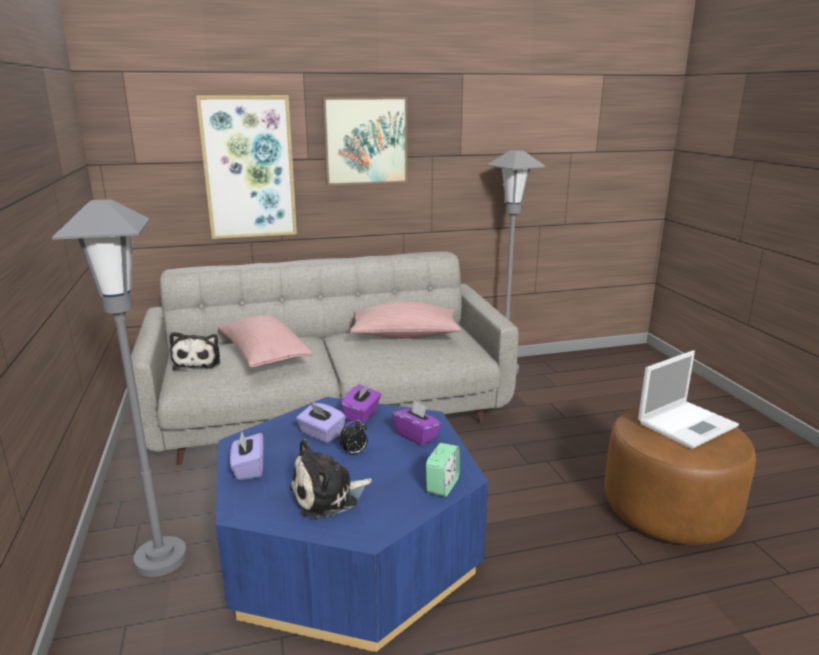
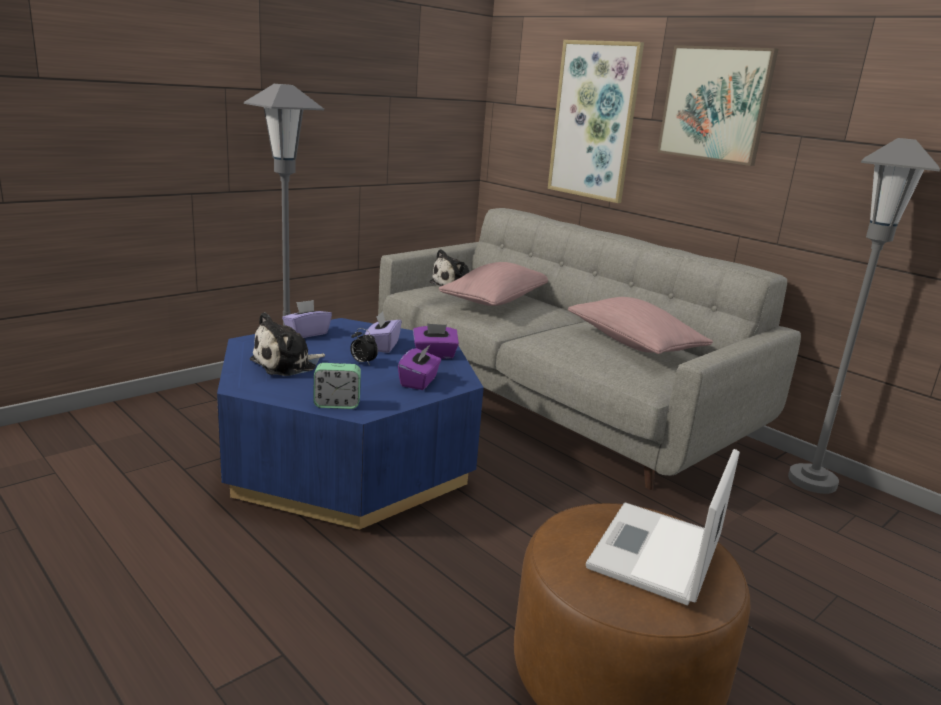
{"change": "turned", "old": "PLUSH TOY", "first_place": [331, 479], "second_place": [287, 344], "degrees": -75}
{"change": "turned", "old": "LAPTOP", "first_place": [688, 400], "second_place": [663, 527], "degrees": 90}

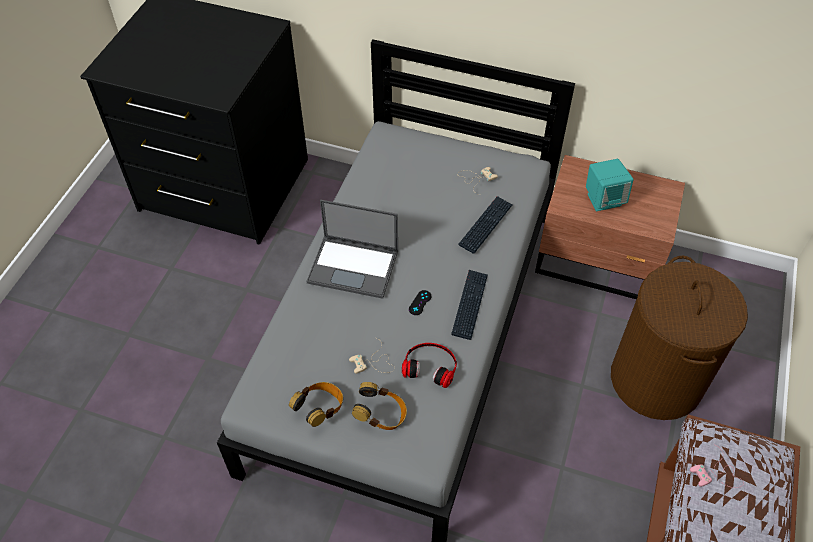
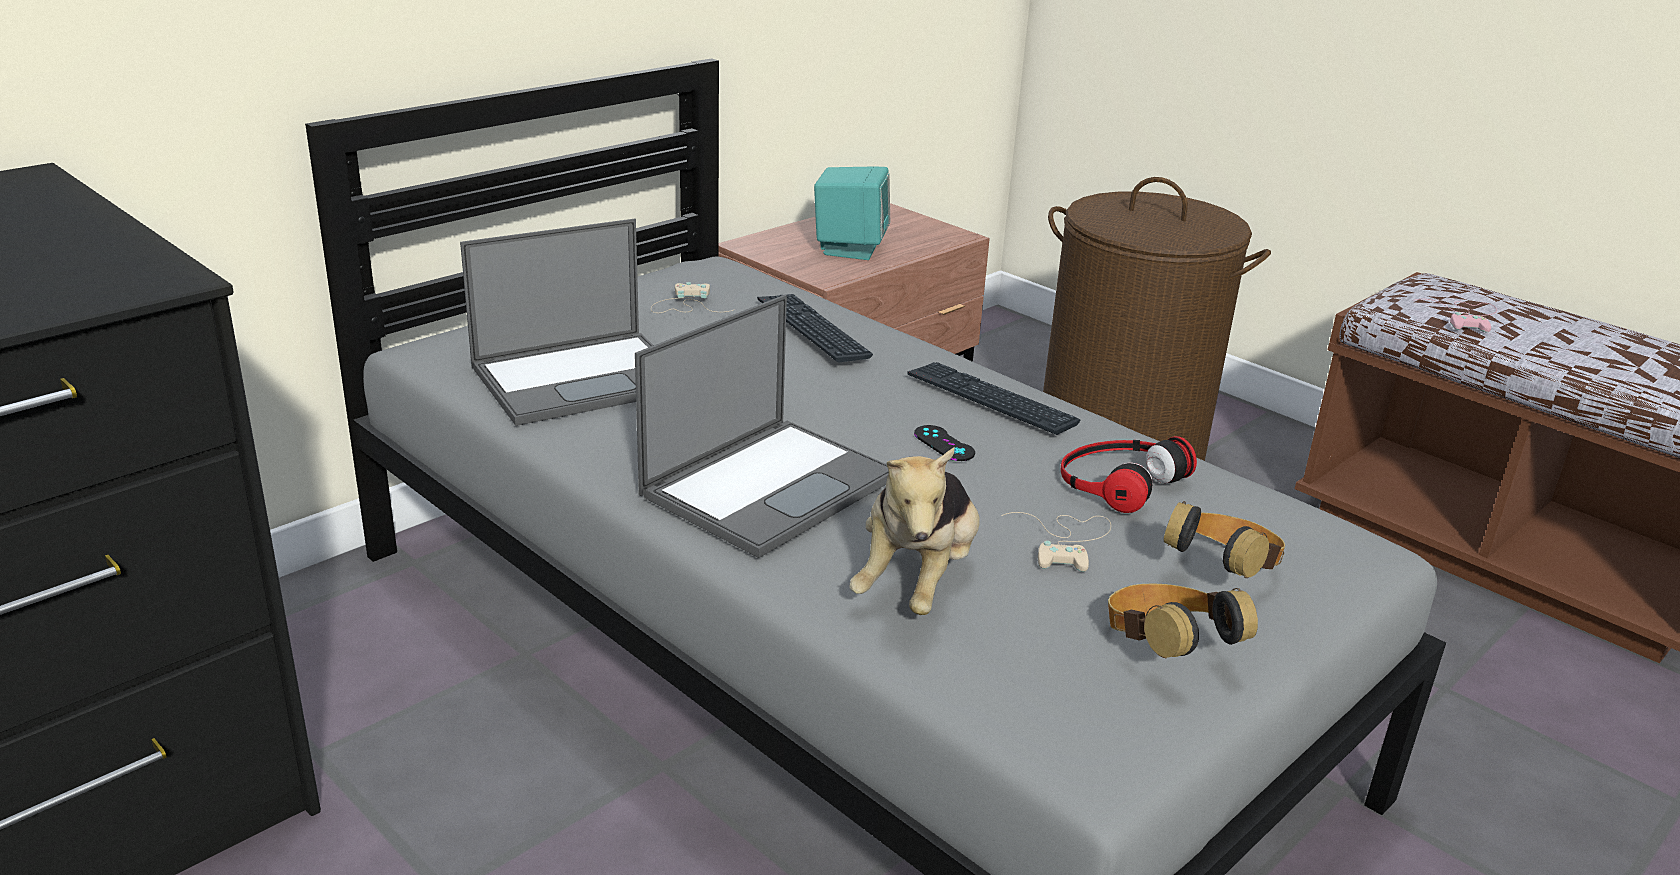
{"change": "added", "new": "LAPTOP", "second_place": [557, 322]}
{"change": "added", "new": "PLUSH TOY", "second_place": [914, 531]}

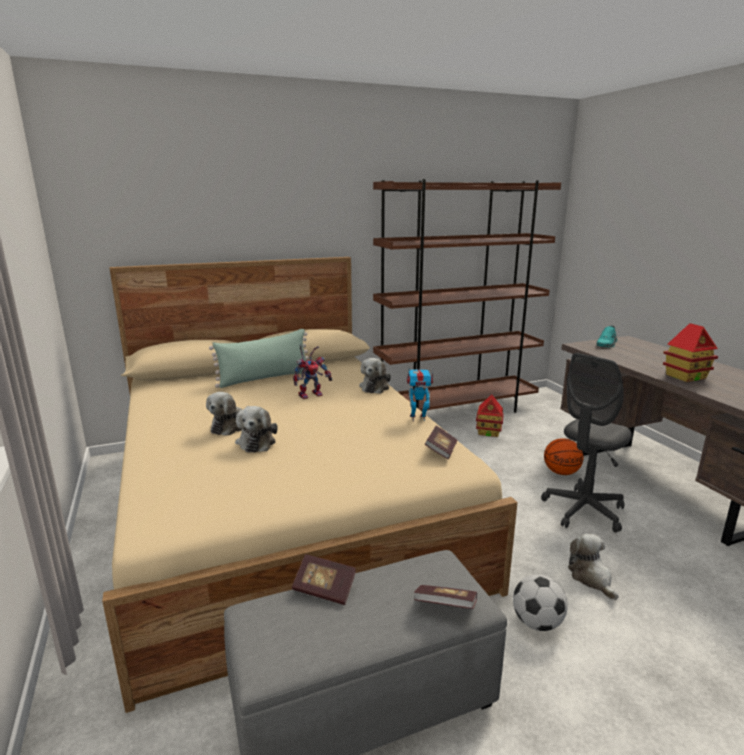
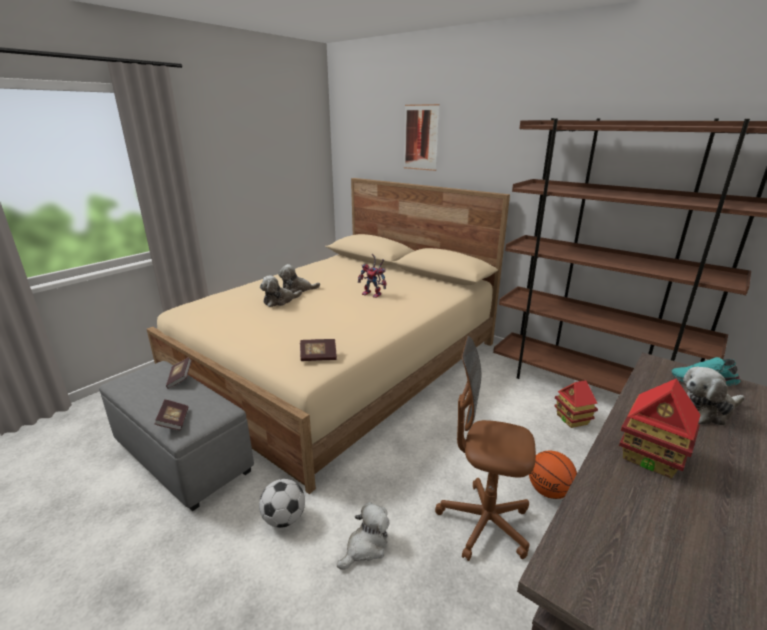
{"change": "added", "new": "PICTURE", "second_place": [421, 137]}
{"change": "recoloured", "old": "GREY OFFICE CHAIR", "new": "BROWN OFFICE CHAIR", "first_place": [586, 443], "second_place": [485, 448]}
{"change": "moved", "old": "PLUSH TOY", "first_place": [375, 376], "second_place": [714, 395]}
{"change": "removed", "old": "GREEN PILLOW", "first_place": [259, 358]}
{"change": "removed", "old": "TOY ROBOT", "first_place": [420, 395]}

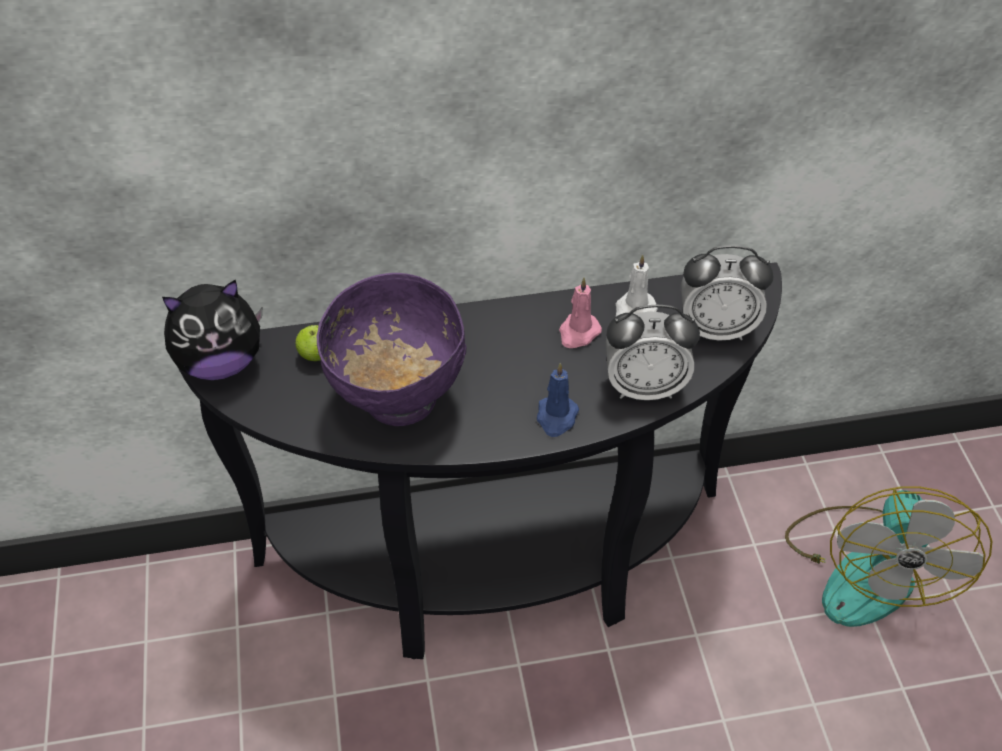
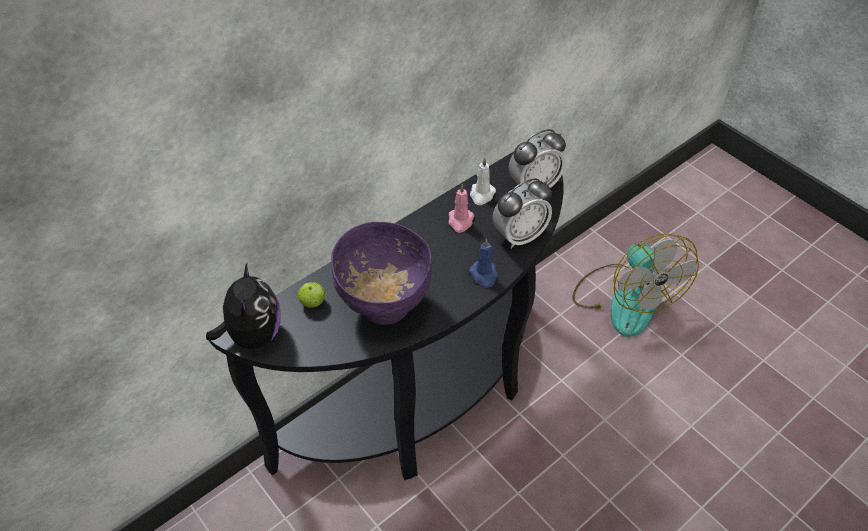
{"change": "turned", "old": "PLUSH TOY", "first_place": [212, 329], "second_place": [243, 306], "degrees": -45}

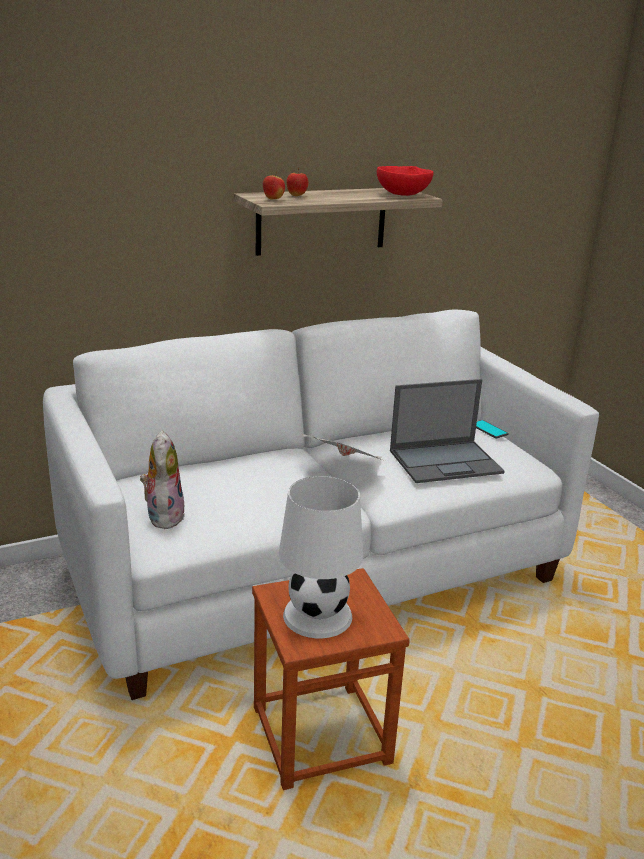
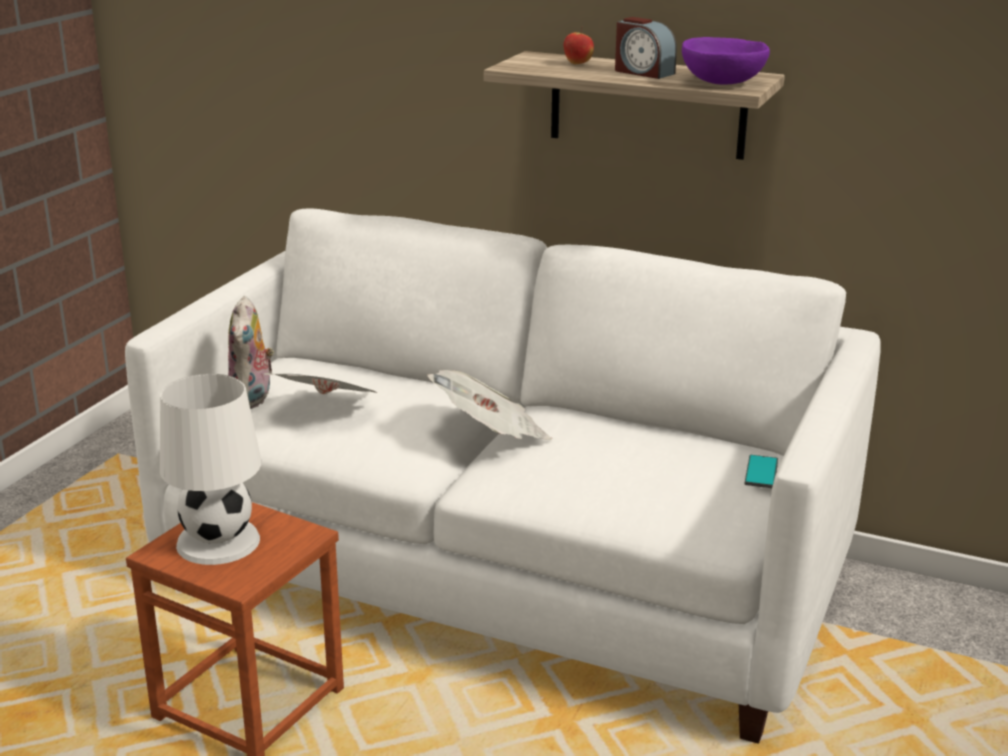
{"change": "turned", "old": "PLUSH TOY", "first_place": [162, 479], "second_place": [251, 352], "degrees": 135}
{"change": "added", "new": "NEWSPAPER", "second_place": [320, 383]}
{"change": "added", "new": "ALARM CLOCK", "second_place": [646, 48]}
{"change": "recoloured", "old": "RED BOWL", "new": "PURPLE BOWL", "first_place": [405, 181], "second_place": [726, 61]}
{"change": "removed", "old": "APPLE", "first_place": [274, 185]}
{"change": "removed", "old": "LAPTOP", "first_place": [447, 431]}

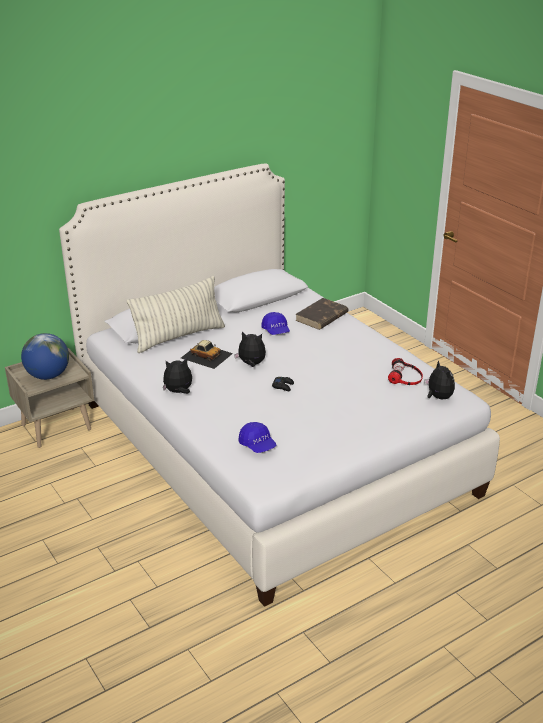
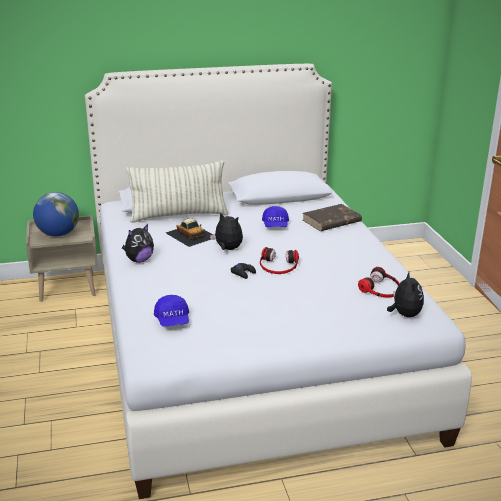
{"change": "turned", "old": "PLUSH TOY", "first_place": [177, 376], "second_place": [138, 243], "degrees": 135}
{"change": "added", "new": "HEADPHONES", "second_place": [279, 260]}

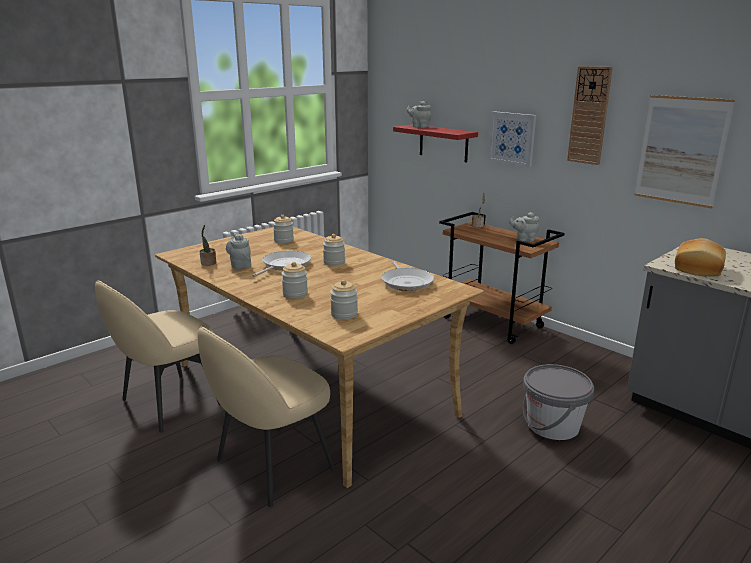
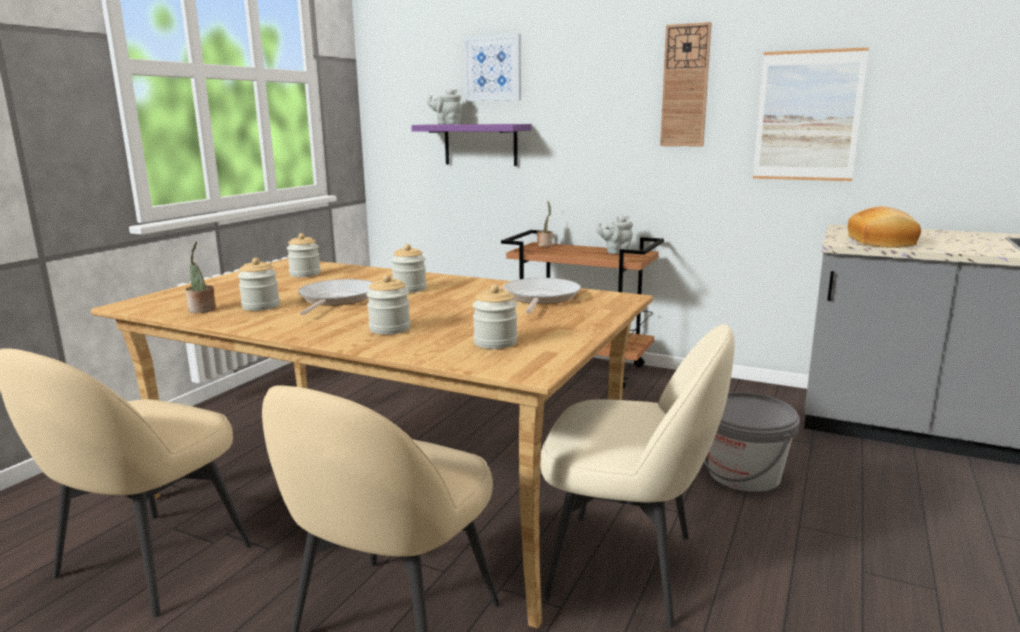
{"change": "replaced", "old": "GREY TEAPOT", "new": "JAR", "first_place": [238, 251], "second_place": [259, 284]}
{"change": "recoloured", "old": "RED SHELF", "new": "PURPLE SHELF", "first_place": [435, 143], "second_place": [471, 145]}
{"change": "moved", "old": "PICTURE", "first_place": [512, 139], "second_place": [492, 67]}
{"change": "turned", "old": "FRYING PAN", "first_place": [407, 275], "second_place": [542, 296], "degrees": -135}
{"change": "added", "new": "BEIGE CHAIR", "second_place": [637, 476]}

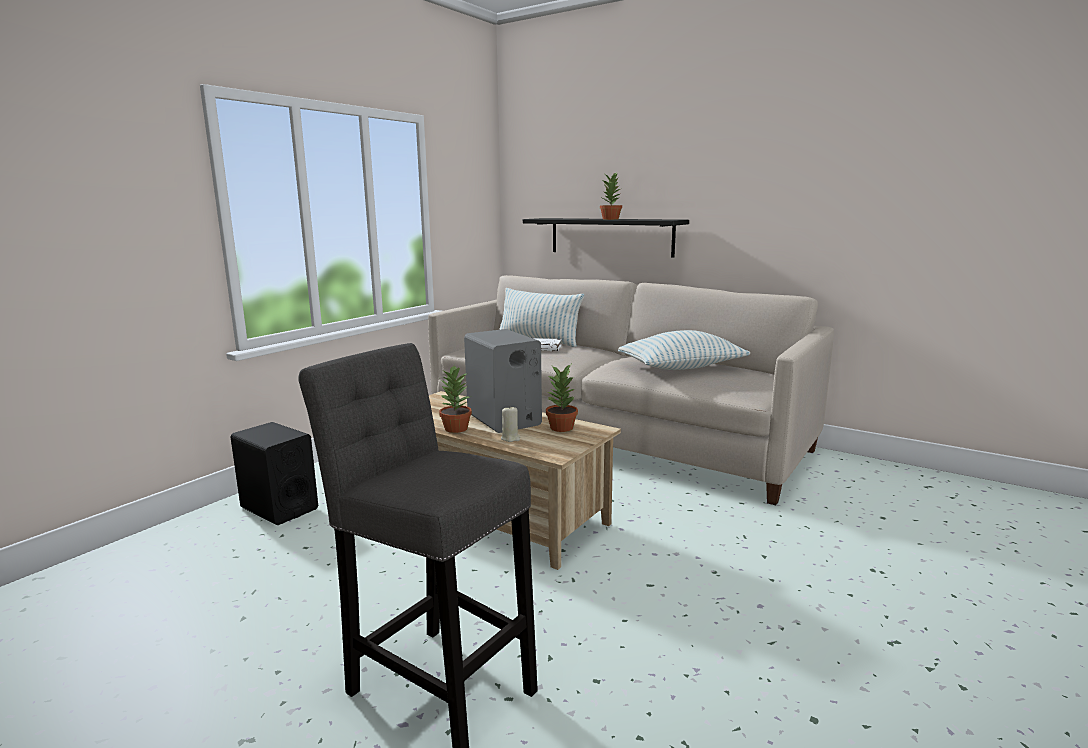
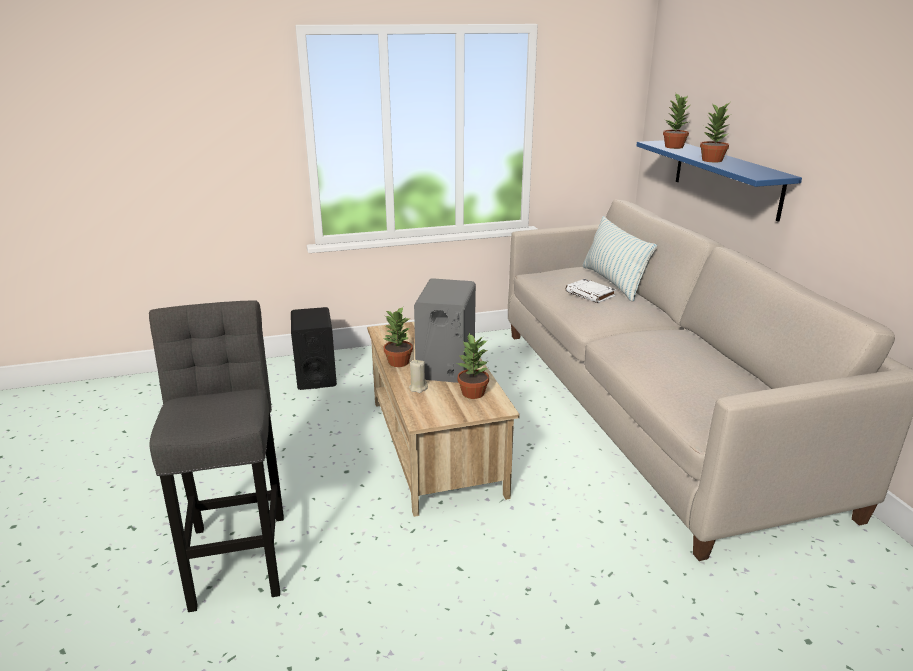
{"change": "recoloured", "old": "BLACK SHELF", "new": "BLUE SHELF", "first_place": [606, 237], "second_place": [719, 181]}
{"change": "added", "new": "POTTED PLANT", "second_place": [676, 121]}
{"change": "removed", "old": "PILLOW", "first_place": [684, 350]}

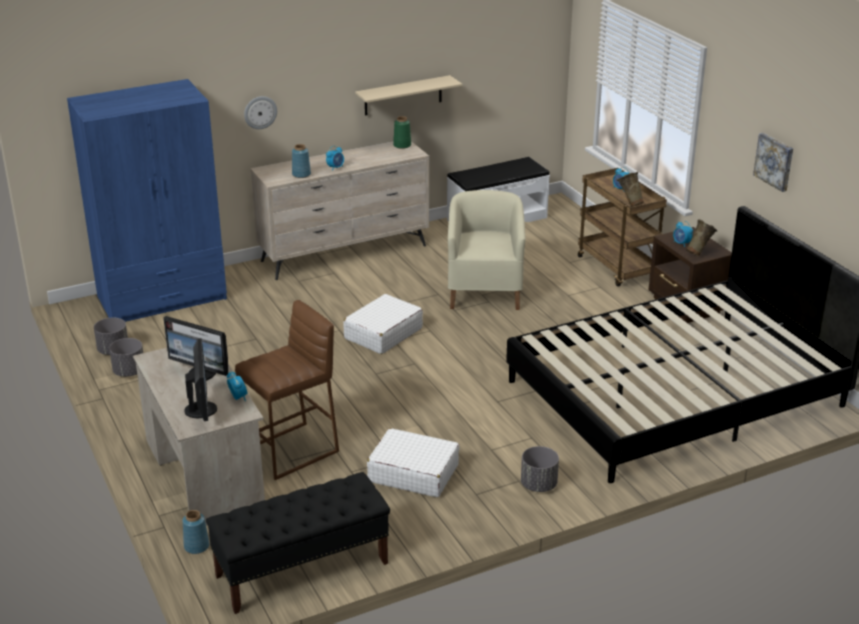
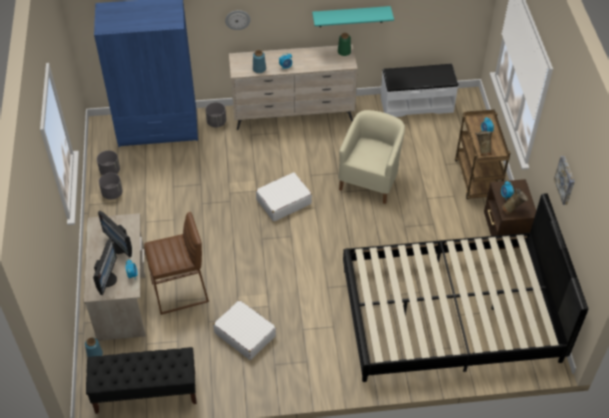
{"change": "moved", "old": "GREY PLANTER", "first_place": [540, 469], "second_place": [215, 115]}
{"change": "recoloured", "old": "BEIGE SHELF", "new": "TURQUOISE SHELF", "first_place": [408, 95], "second_place": [353, 16]}

